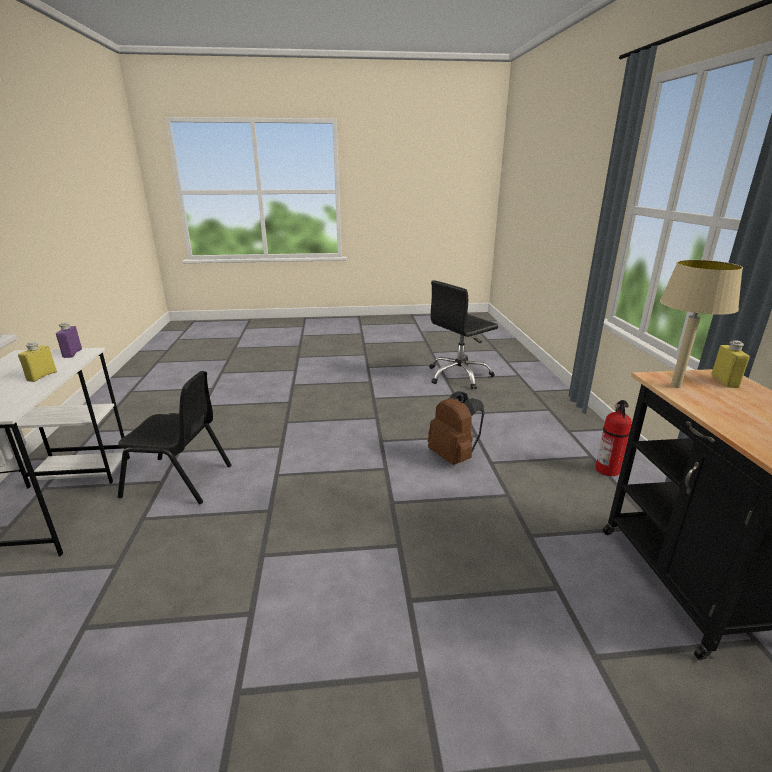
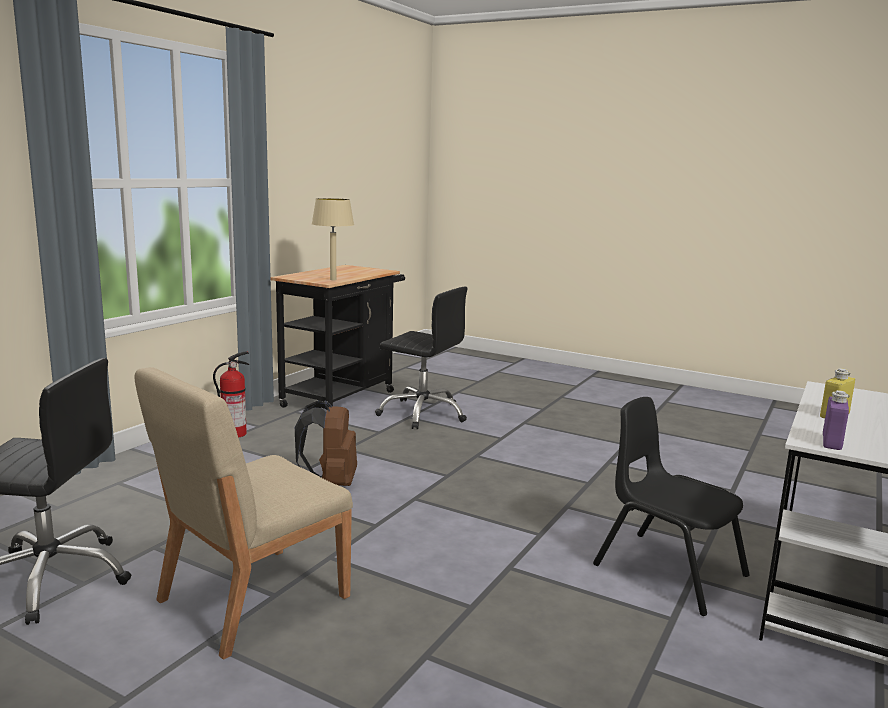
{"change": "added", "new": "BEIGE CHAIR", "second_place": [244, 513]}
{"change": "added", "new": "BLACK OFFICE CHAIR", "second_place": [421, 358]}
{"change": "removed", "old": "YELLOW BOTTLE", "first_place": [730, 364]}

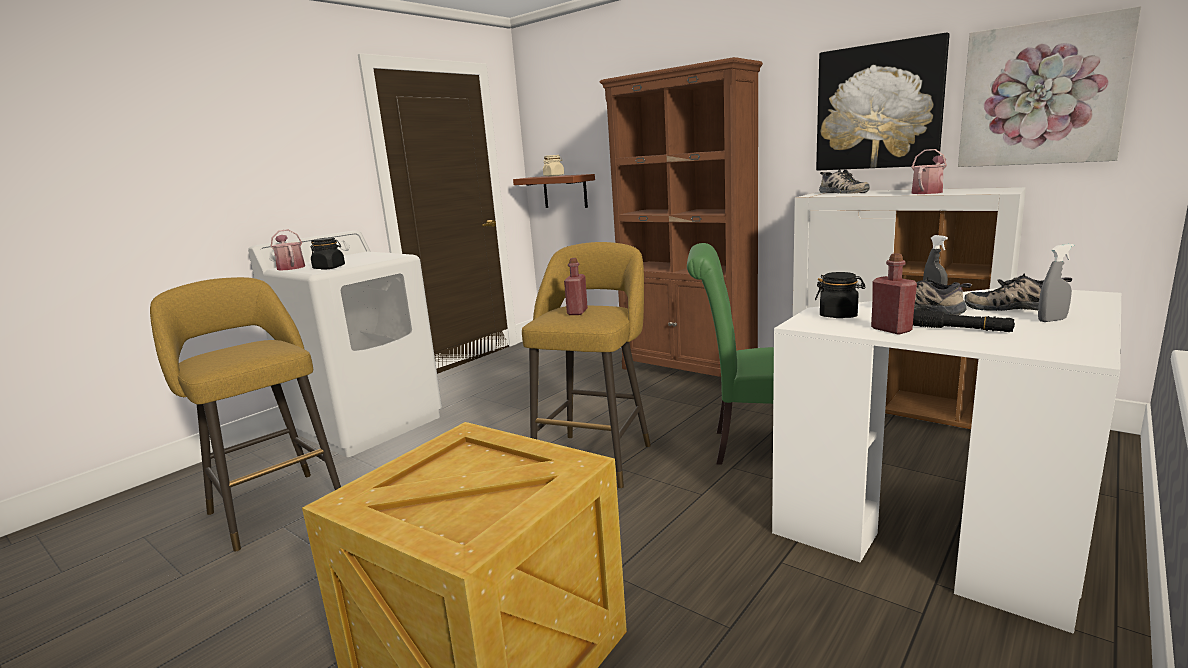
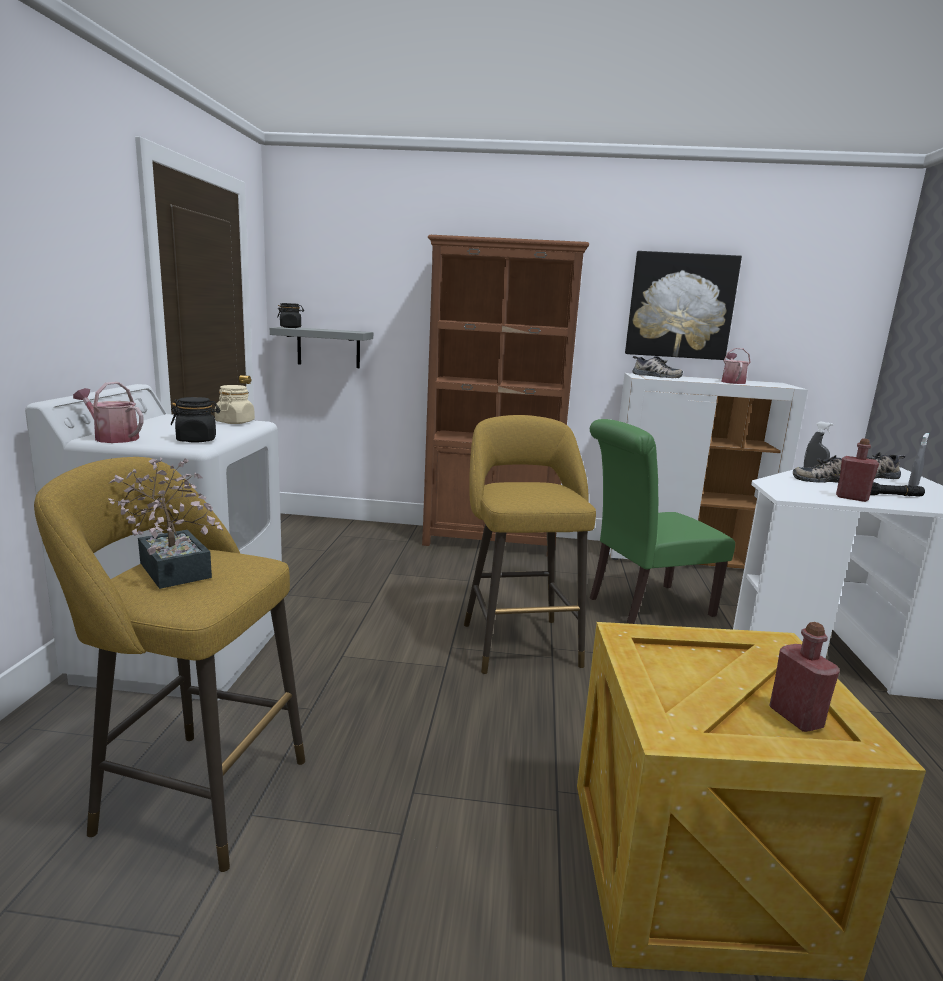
{"change": "added", "new": "POTTED PLANT", "second_place": [165, 523]}
{"change": "moved", "old": "BEIGE JAR", "first_place": [553, 166], "second_place": [235, 404]}
{"change": "recoloured", "old": "BROWN SHELF", "new": "GREY SHELF", "first_place": [554, 191], "second_place": [321, 347]}
{"change": "moved", "old": "BLACK JAR", "first_place": [840, 295], "second_place": [290, 315]}
{"change": "moved", "old": "RED BOTTLE", "first_place": [576, 286], "second_place": [804, 677]}
{"change": "removed", "old": "PICTURE", "first_place": [1049, 86]}

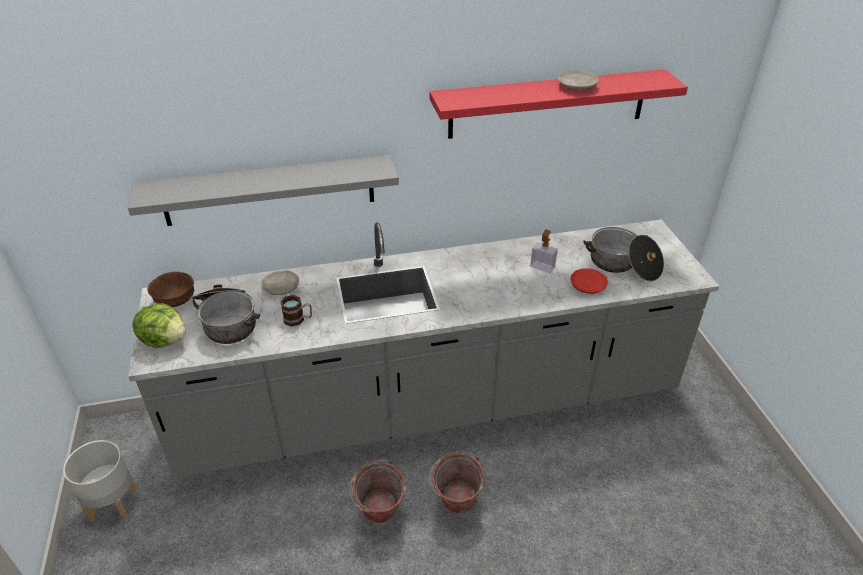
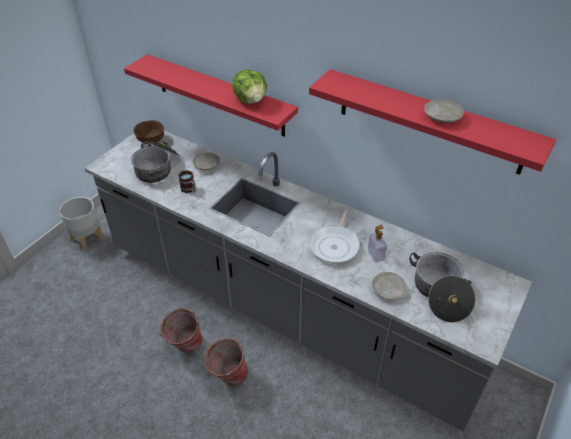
{"change": "recoloured", "old": "GREY SHELF", "new": "RED SHELF", "first_place": [263, 190], "second_place": [211, 95]}
{"change": "moved", "old": "LETTUCE", "first_place": [159, 325], "second_place": [249, 86]}
{"change": "added", "new": "FRYING PAN", "second_place": [334, 236]}
{"change": "recoloured", "old": "RED PLATE", "new": "BEIGE PLATE", "first_place": [589, 281], "second_place": [389, 286]}

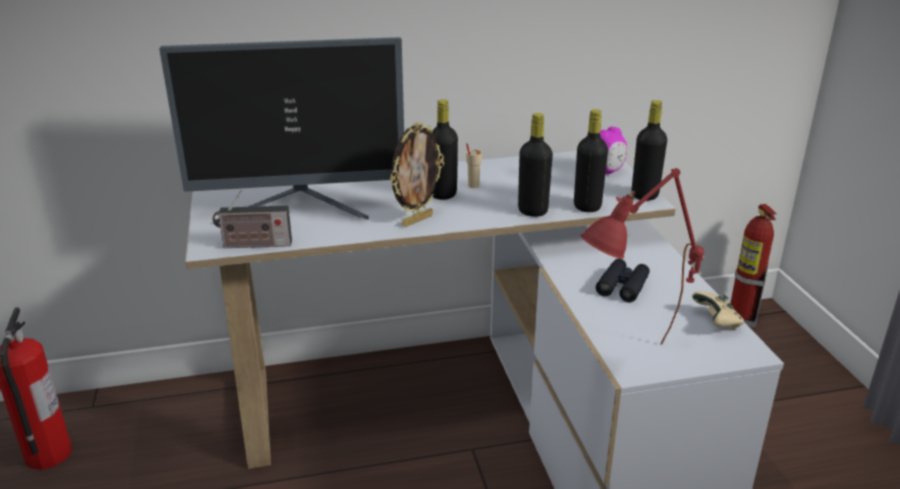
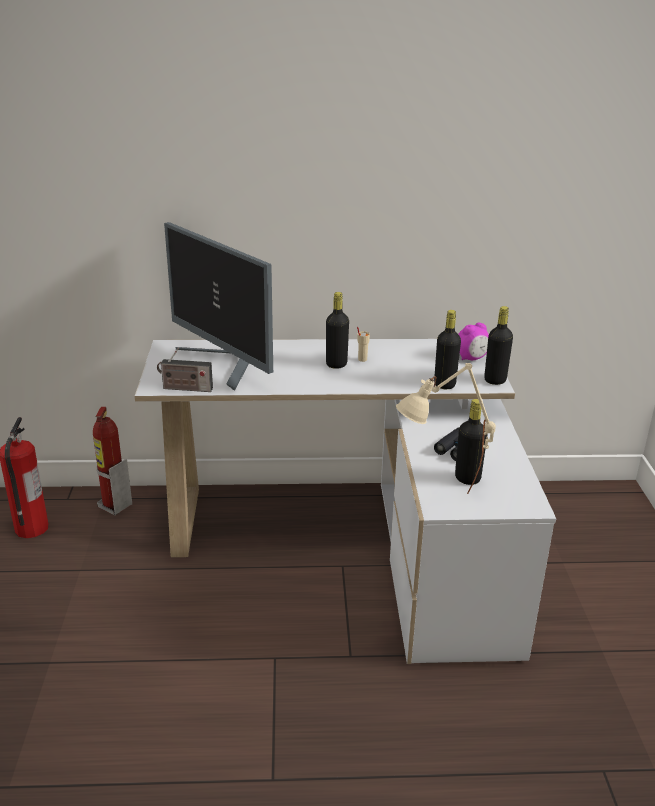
{"change": "moved", "old": "FIRE EXTINGUISHER", "first_place": [753, 266], "second_place": [112, 461]}
{"change": "turned", "old": "MONITOR", "first_place": [281, 130], "second_place": [218, 306], "degrees": 45}
{"change": "recoloured", "old": "RED TABLE LAMP", "new": "BEIGE TABLE LAMP", "first_place": [642, 256], "second_place": [446, 428]}
{"change": "moved", "old": "BLACK BOTTLE", "first_place": [535, 165], "second_place": [471, 442]}
{"change": "removed", "old": "PICTURE FRAME", "first_place": [417, 174]}
{"change": "removed", "old": "BEIGE GAME CONTROLLER", "first_place": [718, 310]}

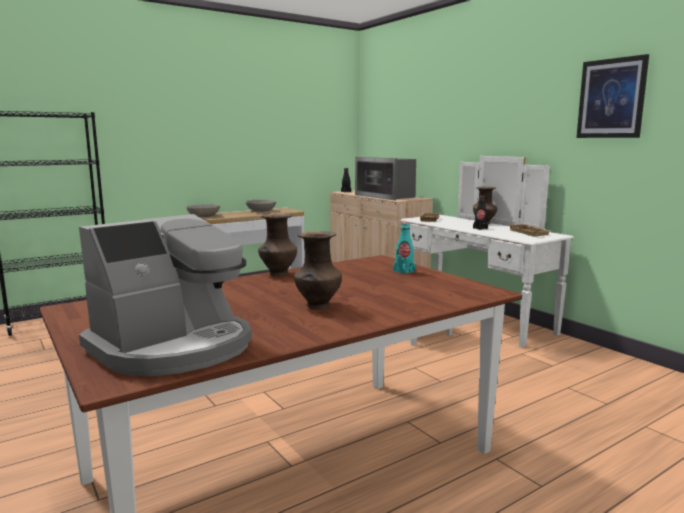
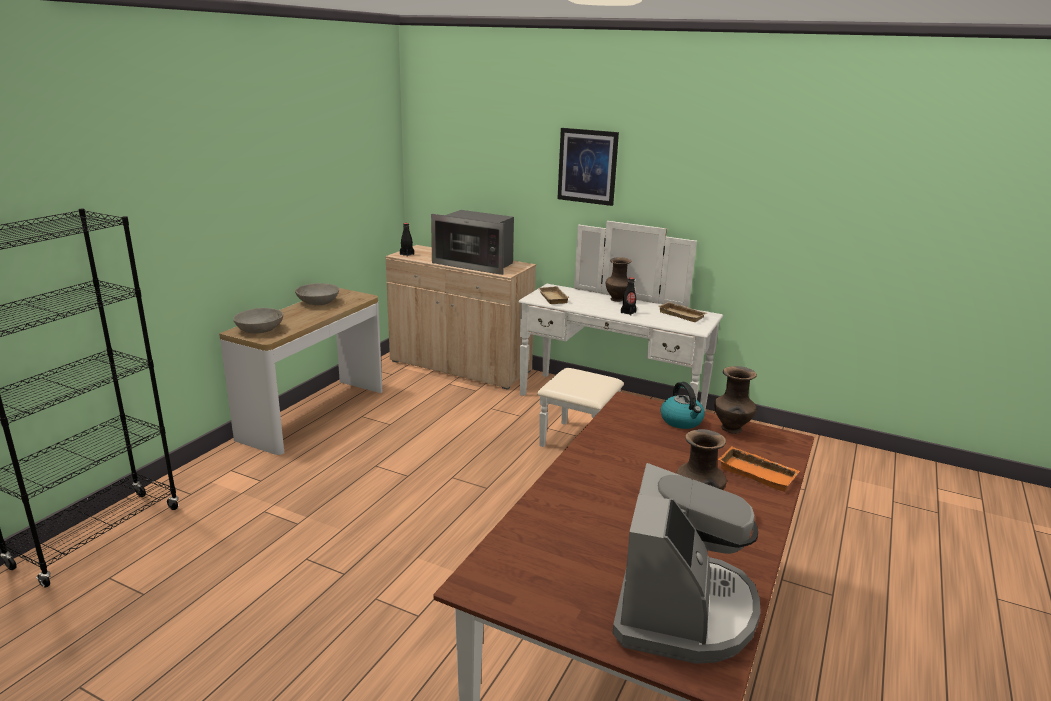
{"change": "moved", "old": "PICTURE", "first_place": [612, 96], "second_place": [588, 167]}
{"change": "replaced", "old": "TURQUOISE BOTTLE", "new": "KETTLE", "first_place": [404, 248], "second_place": [683, 405]}
{"change": "moved", "old": "BROWN VASE", "first_place": [277, 244], "second_place": [735, 400]}
{"change": "added", "new": "ORANGE TRAY", "second_place": [759, 469]}

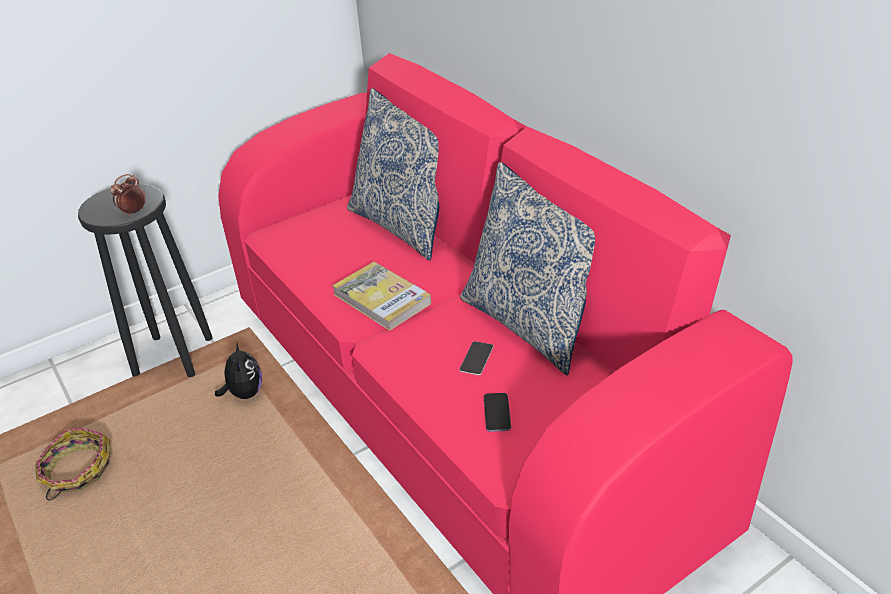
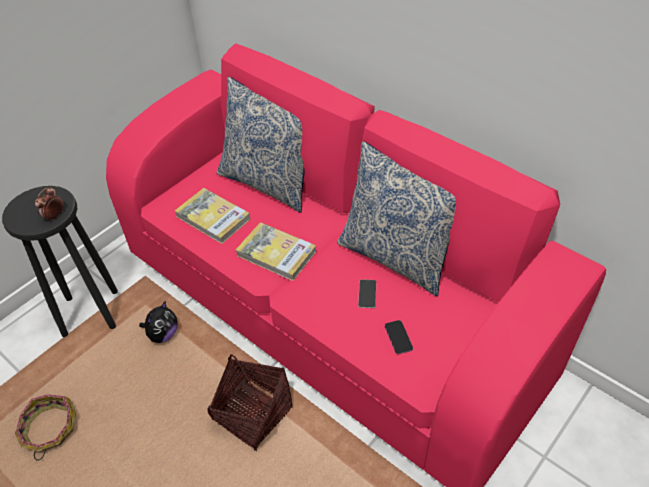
{"change": "turned", "old": "PLUSH TOY", "first_place": [238, 370], "second_place": [158, 322], "degrees": 60}
{"change": "added", "new": "BOOK", "second_place": [212, 216]}
{"change": "added", "new": "BASKET", "second_place": [250, 403]}

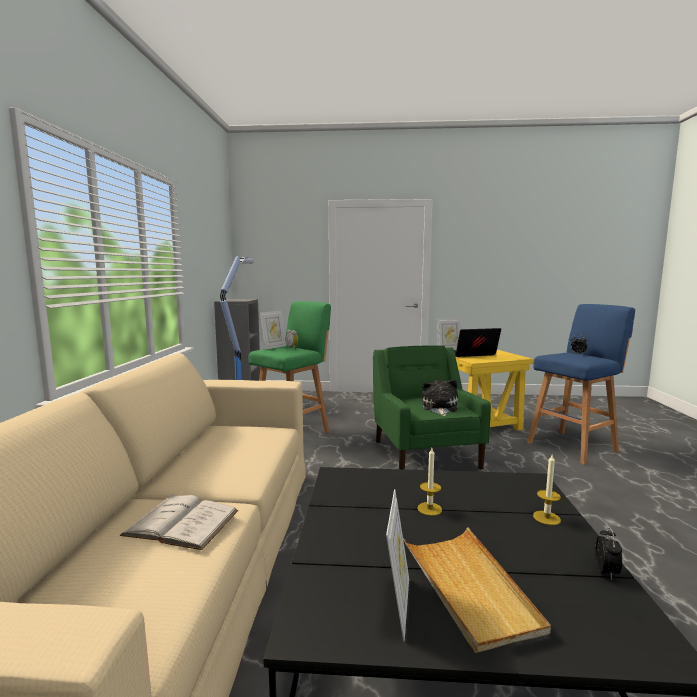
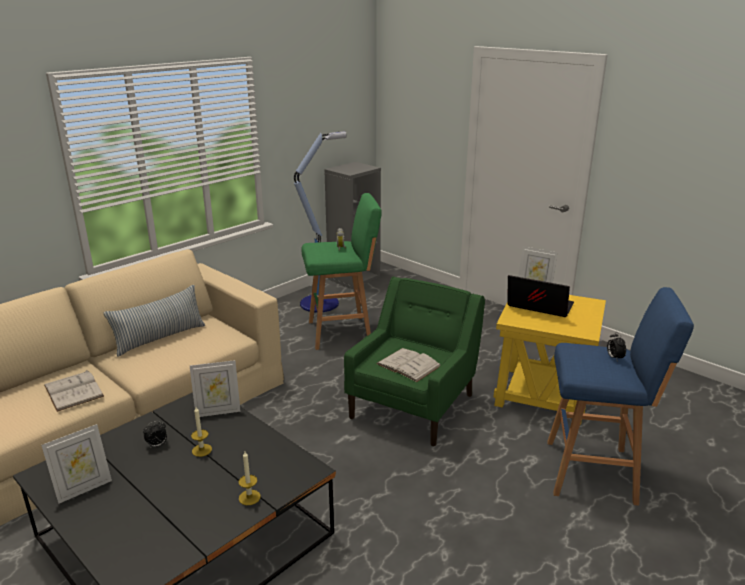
{"change": "added", "new": "PILLOW", "second_place": [154, 321]}
{"change": "moved", "old": "ALARM CLOCK", "first_place": [608, 554], "second_place": [155, 435]}
{"change": "moved", "old": "PICTURE FRAME", "first_place": [273, 330], "second_place": [215, 388]}
{"change": "replaced", "old": "PLUSH TOY", "new": "WHITE BOOK", "first_place": [440, 398], "second_place": [408, 365]}
{"change": "removed", "old": "BEIGE TRAY", "first_place": [477, 590]}

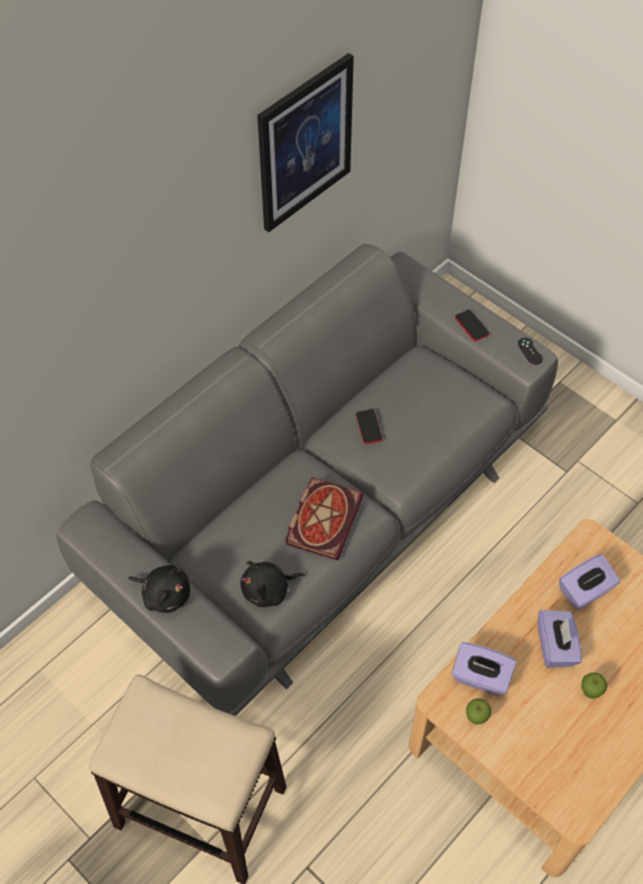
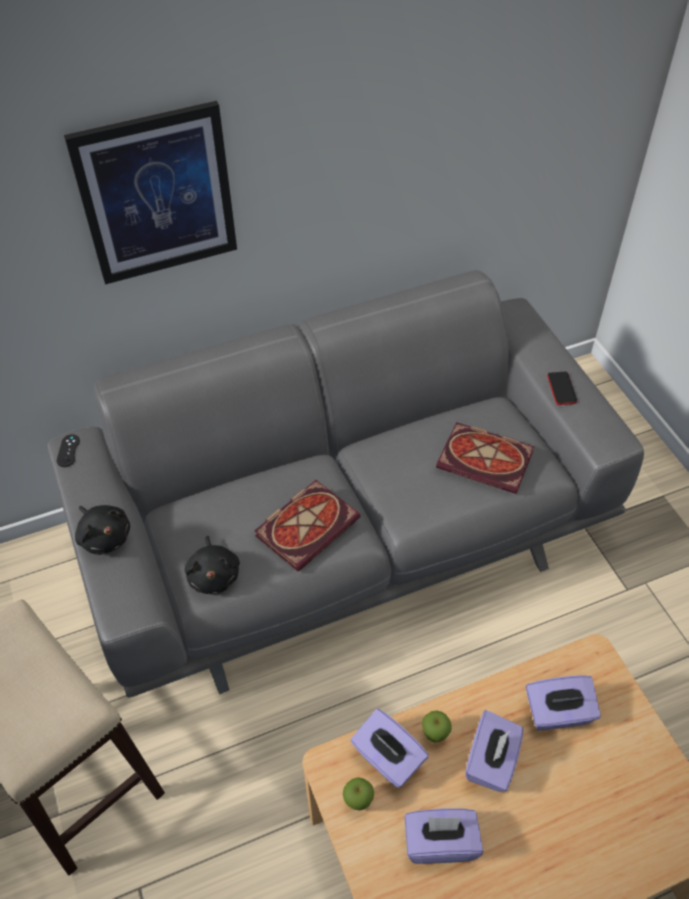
{"change": "moved", "old": "BLACK GAME CONTROLLER", "first_place": [530, 351], "second_place": [68, 450]}
{"change": "moved", "old": "PICTURE", "first_place": [305, 142], "second_place": [150, 192]}
{"change": "turned", "old": "BLACK PLUSH TOY", "first_place": [273, 584], "second_place": [212, 565], "degrees": -105}
{"change": "added", "new": "PURPLE TISSUE BOX", "second_place": [444, 836]}
{"change": "moved", "old": "APPLE", "first_place": [594, 685], "second_place": [437, 727]}
{"change": "added", "new": "BOOK", "second_place": [485, 458]}
{"change": "removed", "old": "PHONE", "first_place": [369, 426]}

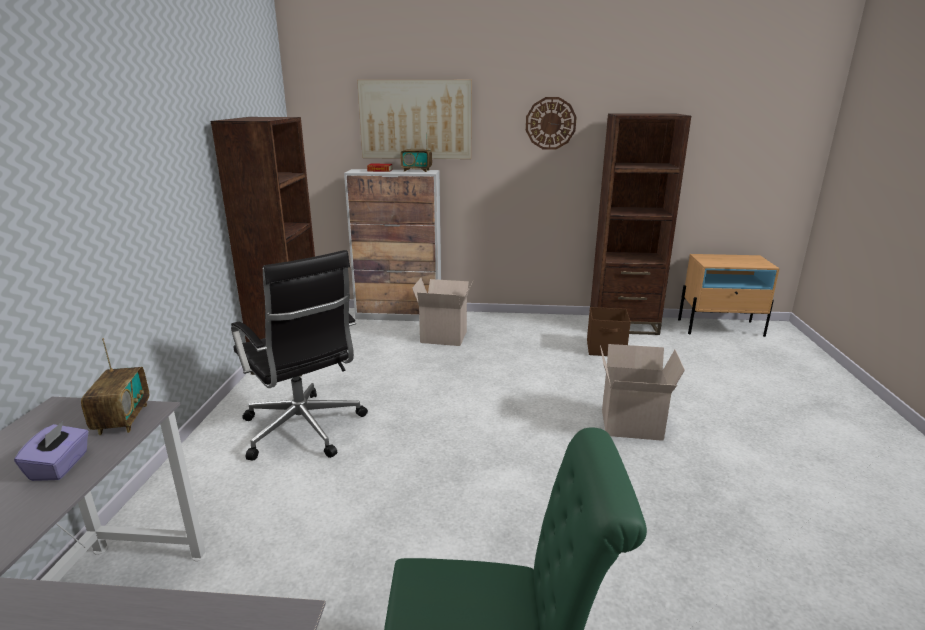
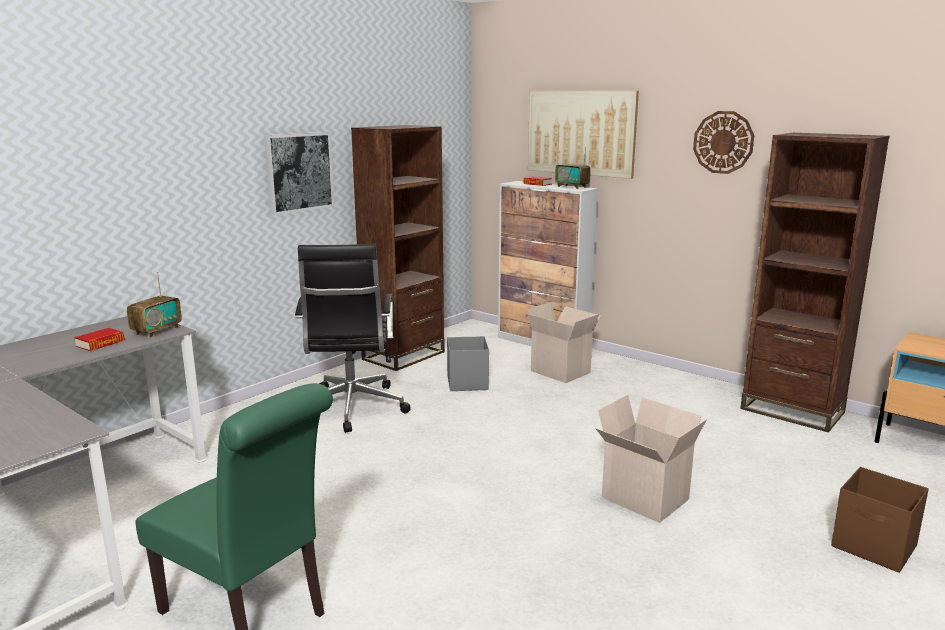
{"change": "replaced", "old": "PURPLE TISSUE BOX", "new": "BOOK", "first_place": [51, 451], "second_place": [99, 339]}
{"change": "added", "new": "PICTURE", "second_place": [299, 173]}
{"change": "added", "new": "GREY STORAGE BOX", "second_place": [468, 363]}
{"change": "moved", "old": "BROWN STORAGE BOX", "first_place": [609, 331], "second_place": [880, 520]}

